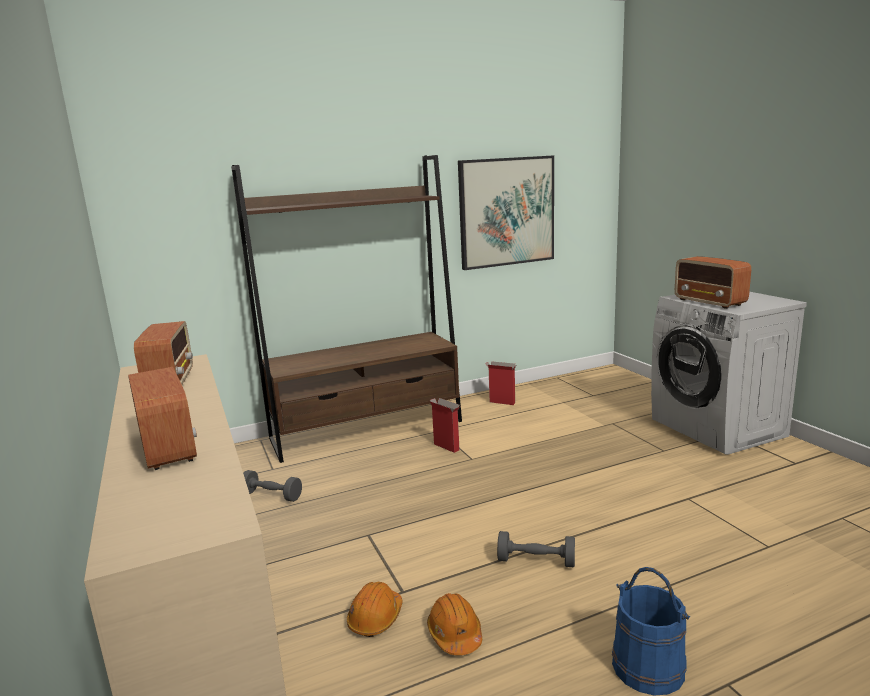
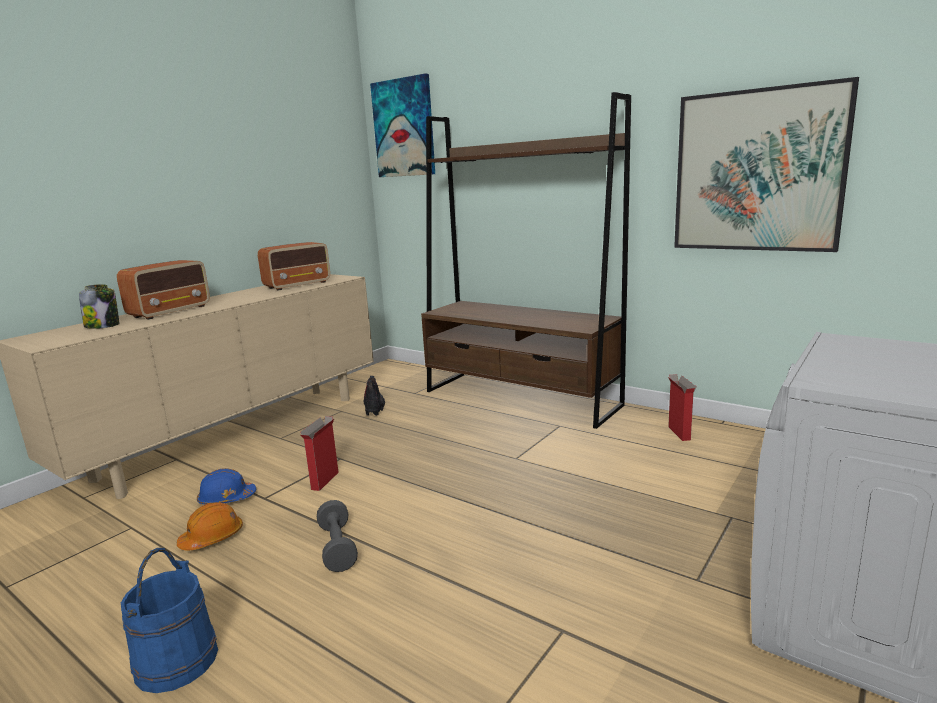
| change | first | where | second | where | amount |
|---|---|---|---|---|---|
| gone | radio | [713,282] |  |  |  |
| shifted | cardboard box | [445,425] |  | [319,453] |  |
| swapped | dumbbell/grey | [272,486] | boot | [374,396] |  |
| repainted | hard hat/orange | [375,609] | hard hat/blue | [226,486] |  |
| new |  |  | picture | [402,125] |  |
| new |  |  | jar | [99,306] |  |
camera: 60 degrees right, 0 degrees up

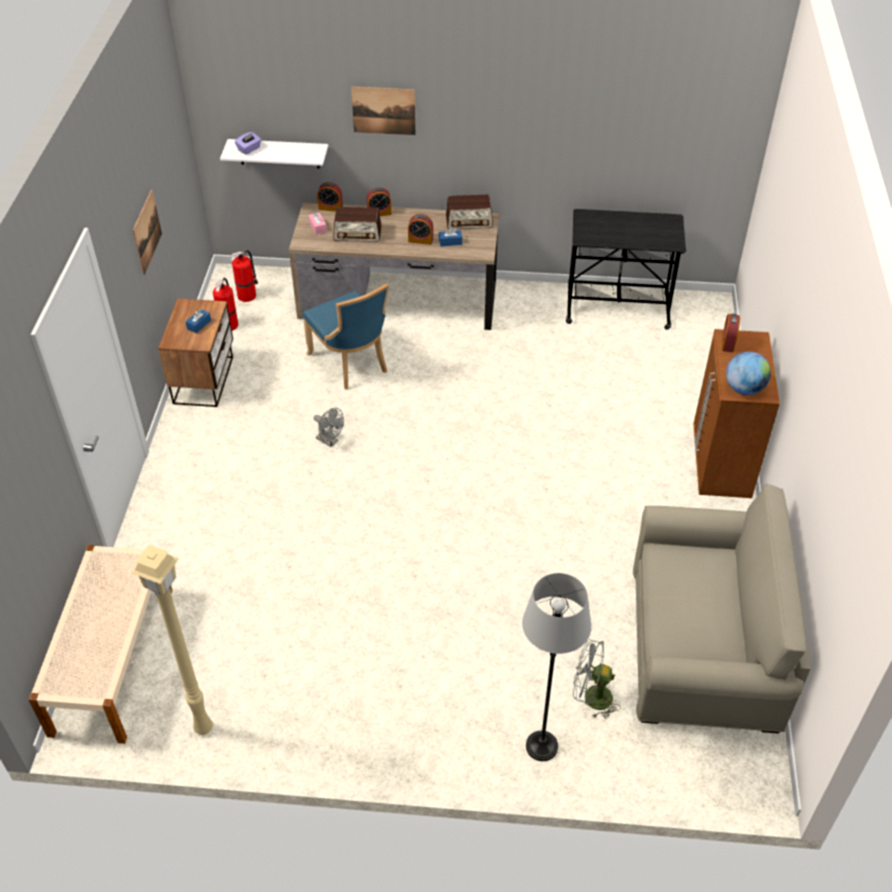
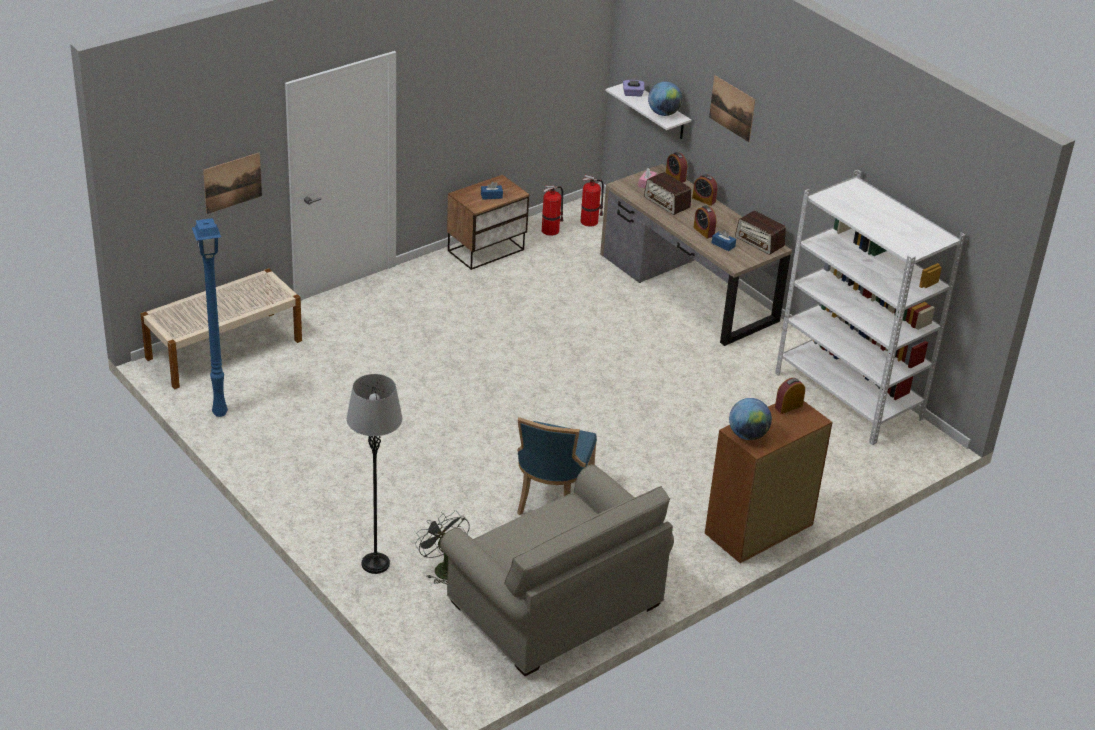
| change | first | where | second | where | amount |
|---|---|---|---|---|---|
| shifted | picture | [147,232] |  | [232,183] |  |
| swapped | desk/black | [626,269] | bookcase/white | [870,307] |  |
| shifted | chair/blue | [346,336] |  | [557,466] |  |
| gone | fan/grey | [329,427] |  |  |  |
| repainted | floor lamp/beige | [172,640] | floor lamp/blue | [210,317] |  |
| new |  |  | globe | [665,98] |  |
camera: 45 degrees right, 10 degrees down

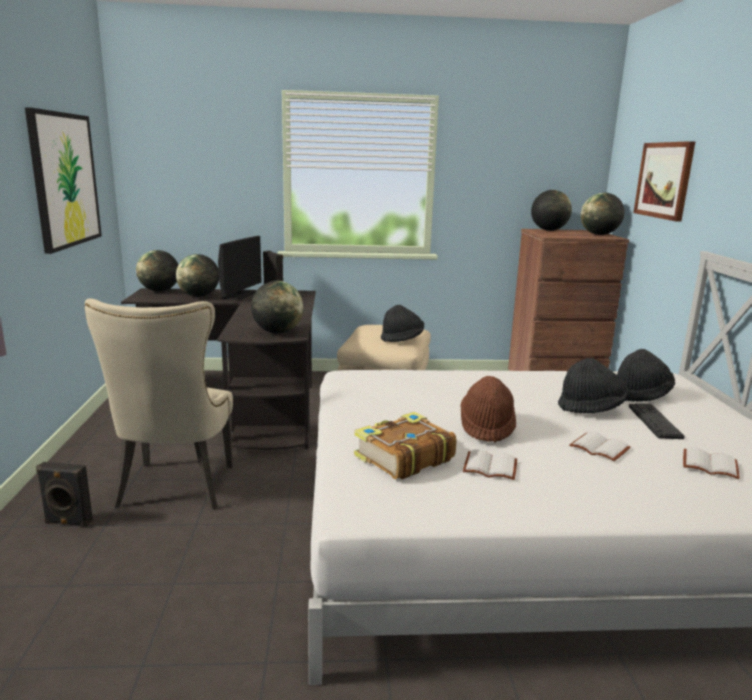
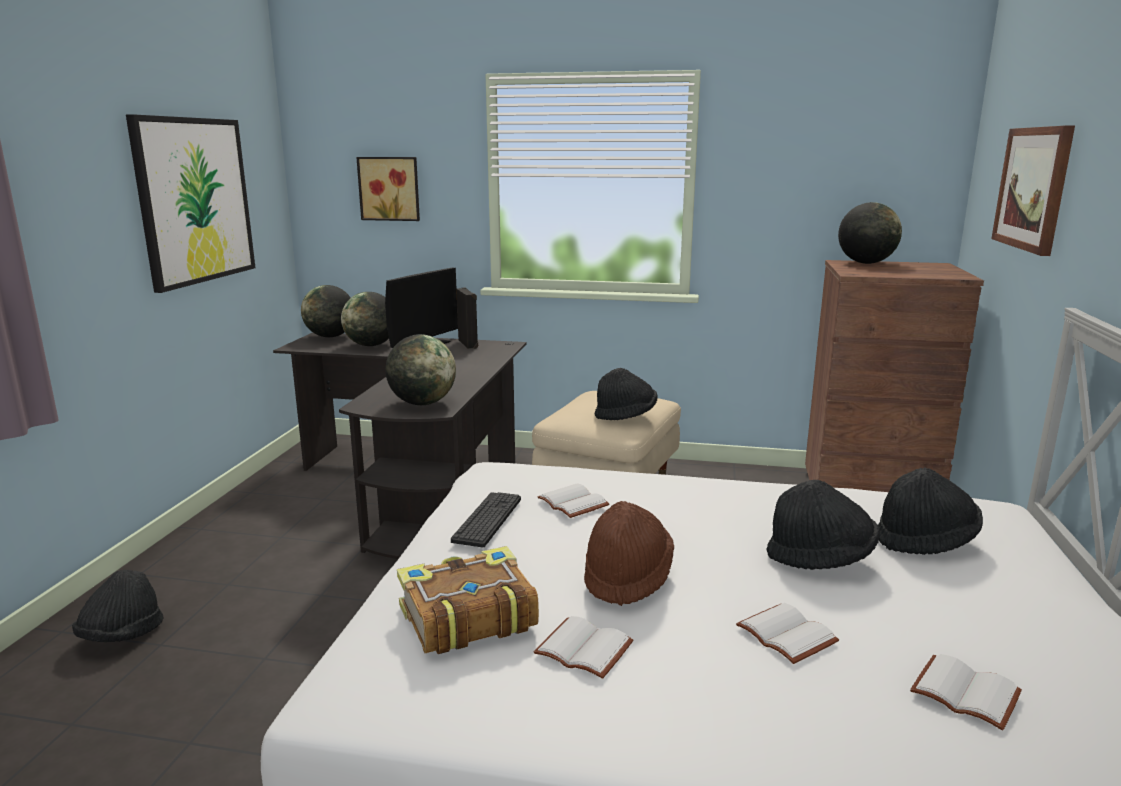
| change | first | where | second | where | amount |
|---|---|---|---|---|---|
| gone | globe | [602,214] |  |  |  |
| gone | chair/beige | [159,404] |  |  |  |
| shifted | keyboard | [657,421] |  | [486,519] |  |
| swapped | speaker/black | [64,494] | hat/black | [117,606] |  |
| new |  |  | picture | [388,189] |  |
| new |  |  | book/white | [573,500] |  |
camera: 15 degrees right, 0 degrees up

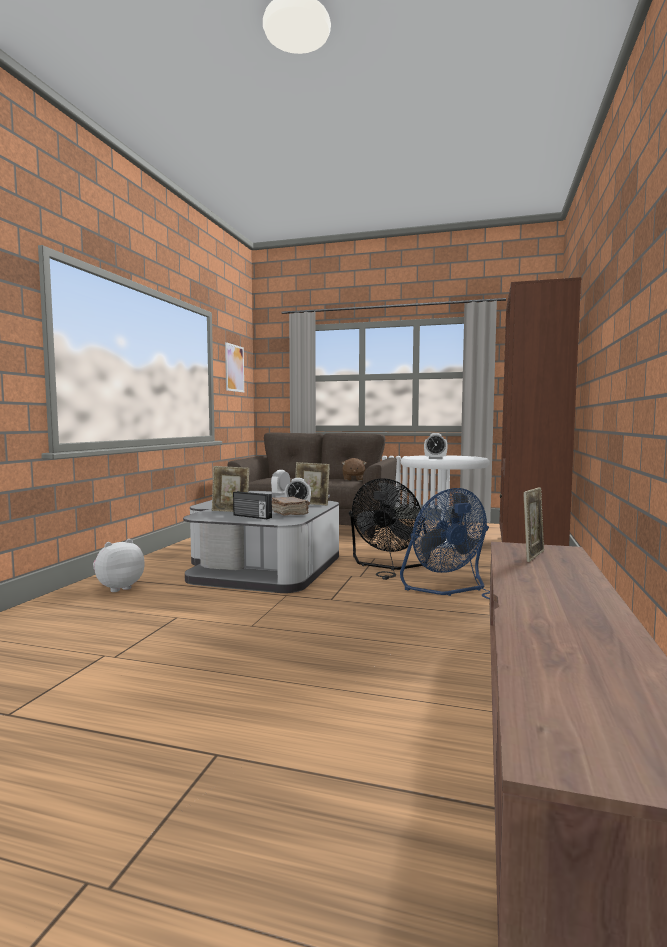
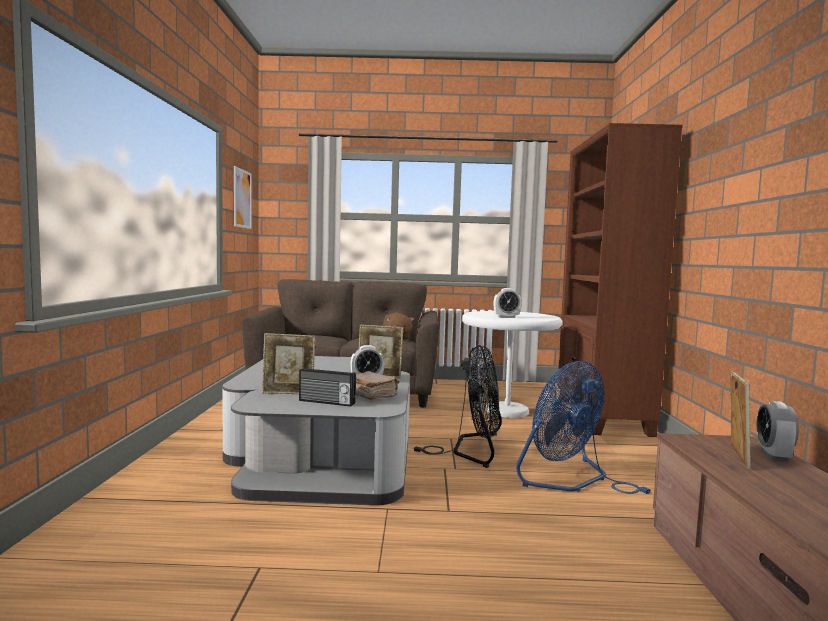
| change | first | where | second | where | amount |
|---|---|---|---|---|---|
| shifted | alarm clock | [280,483] |  | [777,431] |  |
| rotated | fan/black | [390,529] |  | [458,406] | 90 degrees clockwise |
| gone | plush toy | [118,565] |  |  |  |
camera: 15 degrees left, 0 degrees up

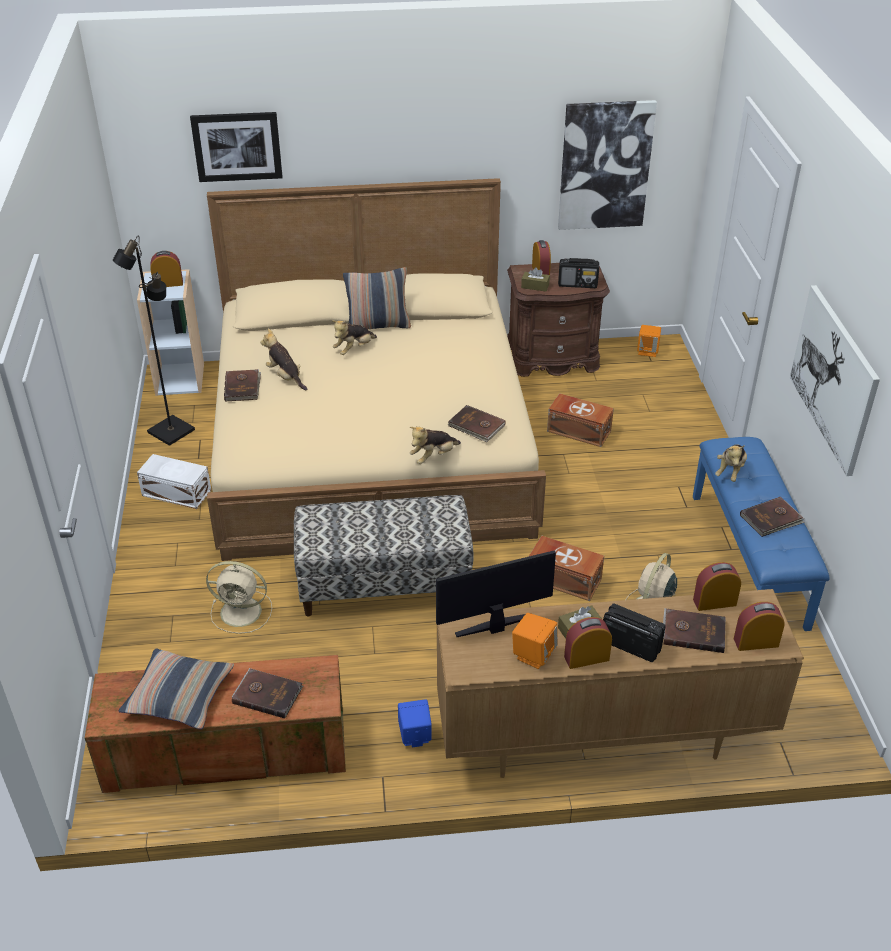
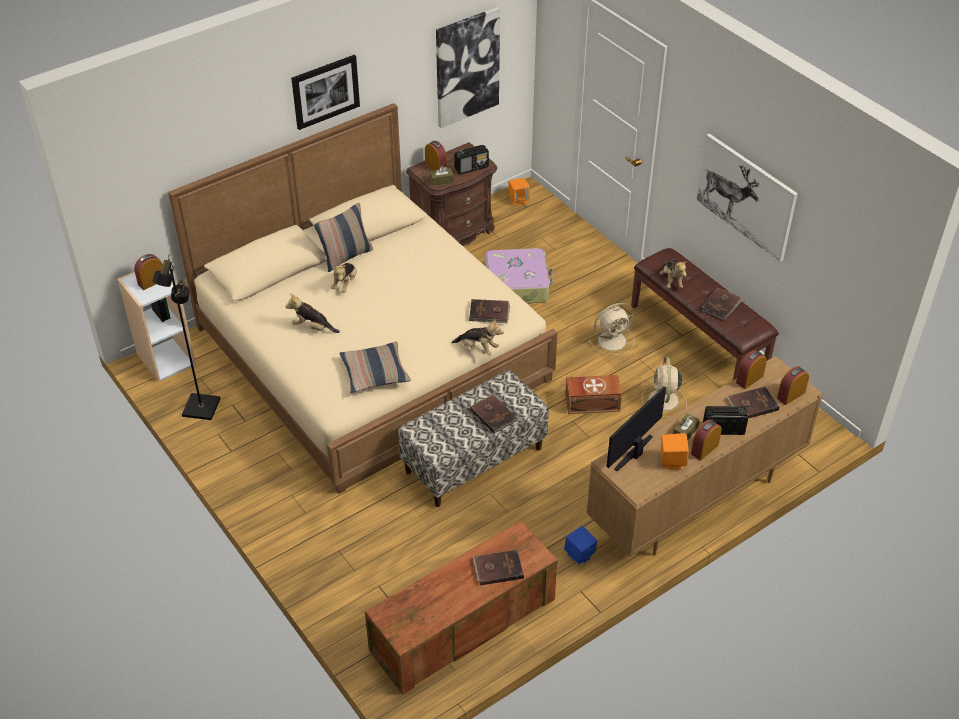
| change | first | where | second | where | amount |
|---|---|---|---|---|---|
| shifted | picture | [236,147] |  | [325,92] |  |
| shifted | book/brown | [242,385] |  | [493,414] |  |
| swapped | storage box/brown | [580,420] | suitcase | [519,275] |  |
| rotated | plush toy | [435,445] |  | [477,337] | 90 degrees counterclockwise |
| repainted | bench/blue | [761,534] | bench/brown | [705,314] |  |
| gone | storage box/white | [174,481] |  |  |  |
| shifted | fan/beige | [239,597] |  | [611,329] |  |
| shifted | pillow | [176,688] |  | [375,367] |  |
camera: 30 degrees left, 5 degrees up

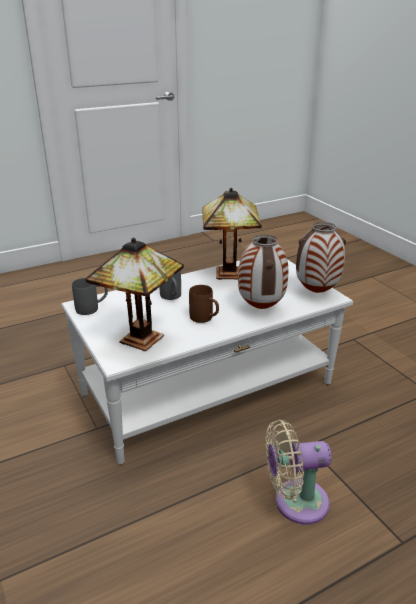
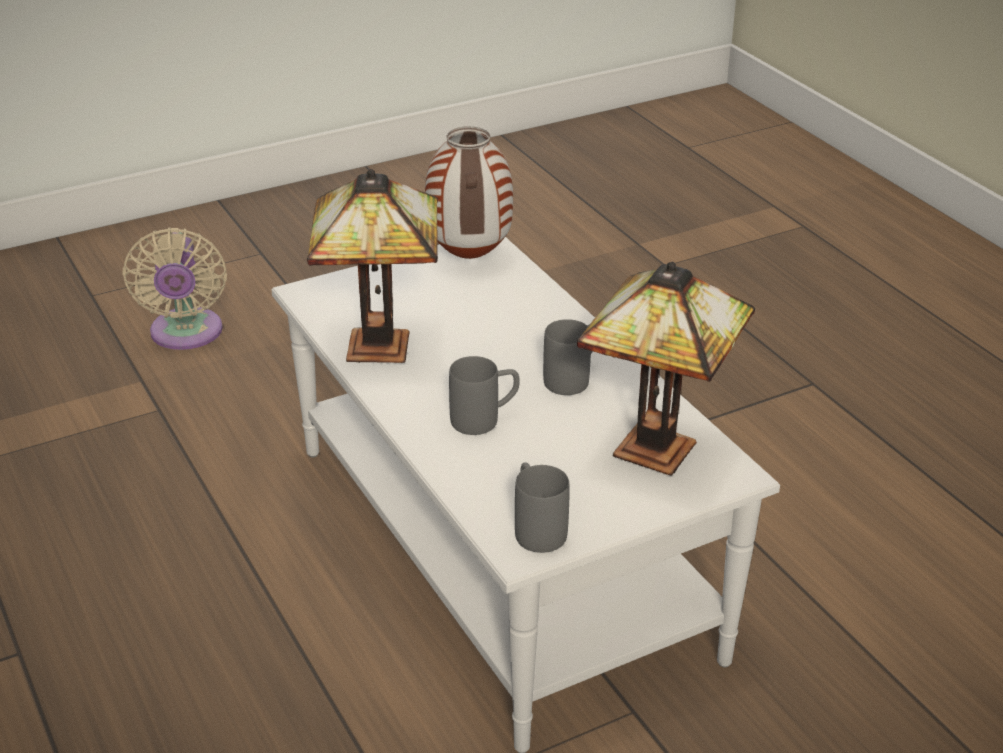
| change | first | where | second | where | amount |
|---|---|---|---|---|---|
| gone | vase | [263,272] |  |  |  |
| repainted | mug/brown | [204,304] | mug/grey | [568,357] |  |
| shifted | fan/beige | [299,472] |  | [175,289] |  |
camera: 90 degrees left, 5 degrees up

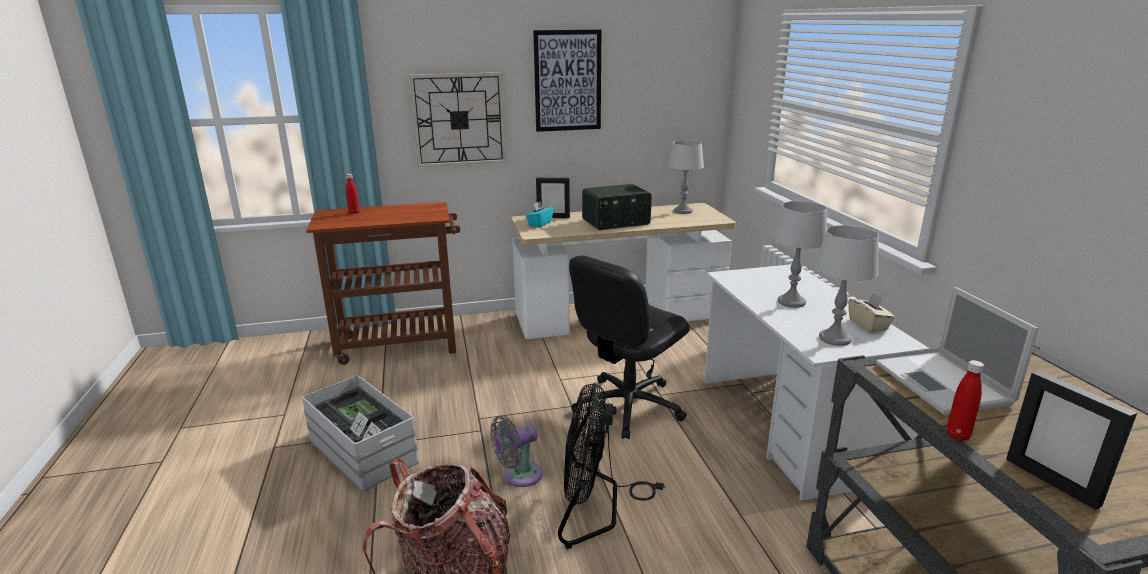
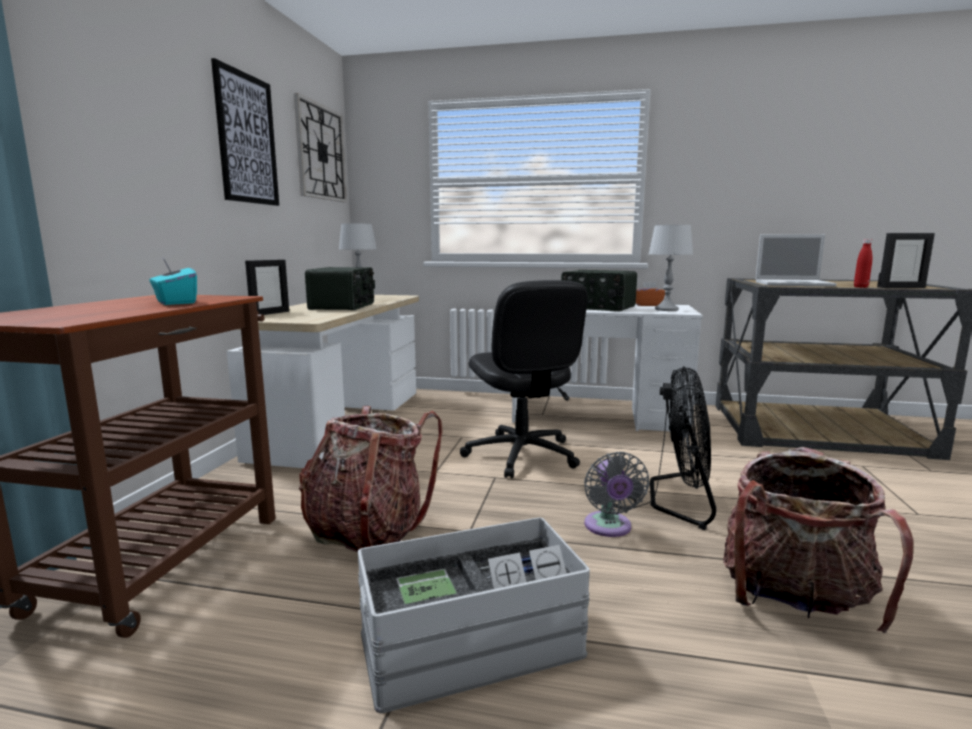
| change | first | where | second | where | amount |
|---|---|---|---|---|---|
| shifted | wall clock | [457,120] |  | [320,147] |  |
| gone | bottle/red | [352,194] |  |  |  |
| shifted | tissue box/turquoise | [540,214] |  | [173,282] |  |
| swapped | table lamp/grey | [800,254] | radio | [599,290] |  |
| repainted | tissue box/beige | [871,312] | tissue box/orange | [651,294] |  |
| rotated | fan/black | [612,466] |  | [665,448] | 105 degrees counterclockwise |
| new |  |  | backpack | [371,479] |  |
camera: 65 degrees left, 10 degrees down

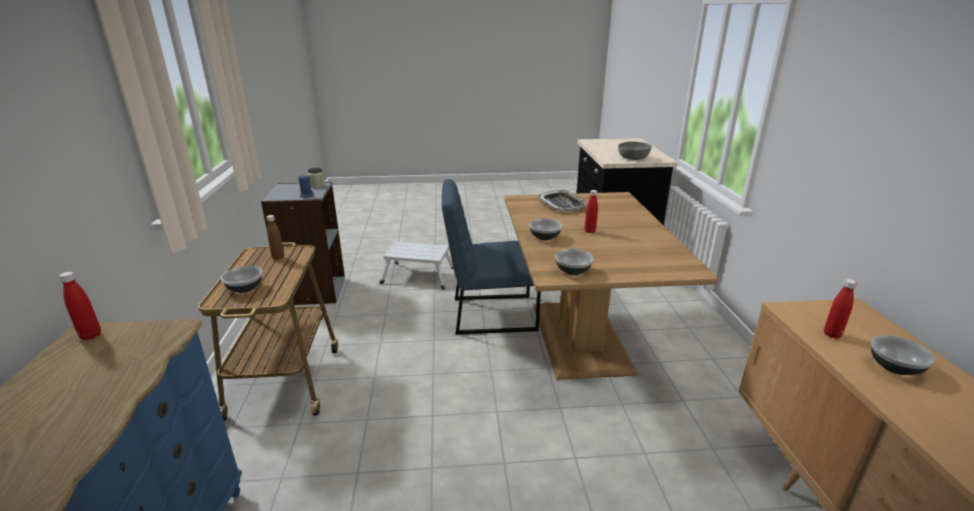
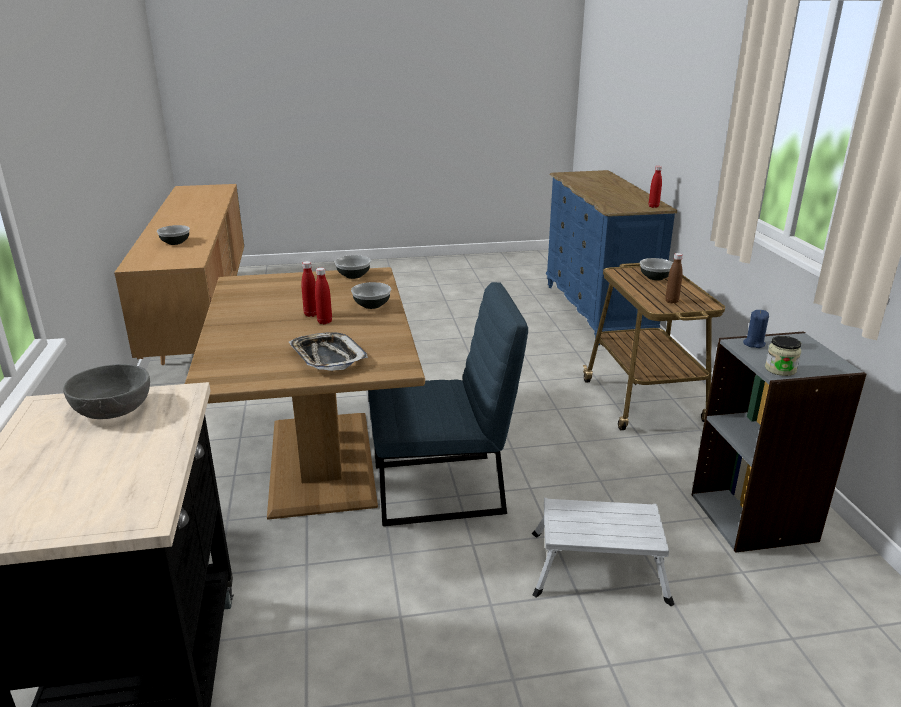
| change | first | where | second | where | amount |
|---|---|---|---|---|---|
| shifted | bottle/red | [840,309] |  | [323,296] |  |
camera: 175 degrees right, 0 degrees up

